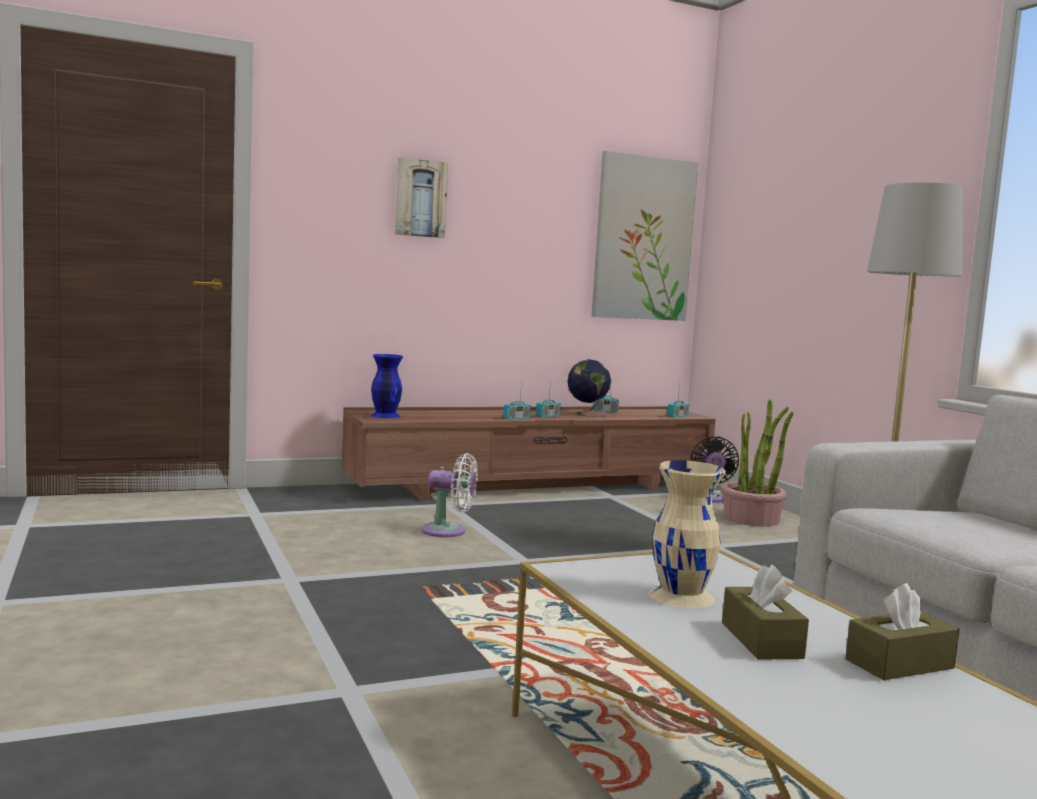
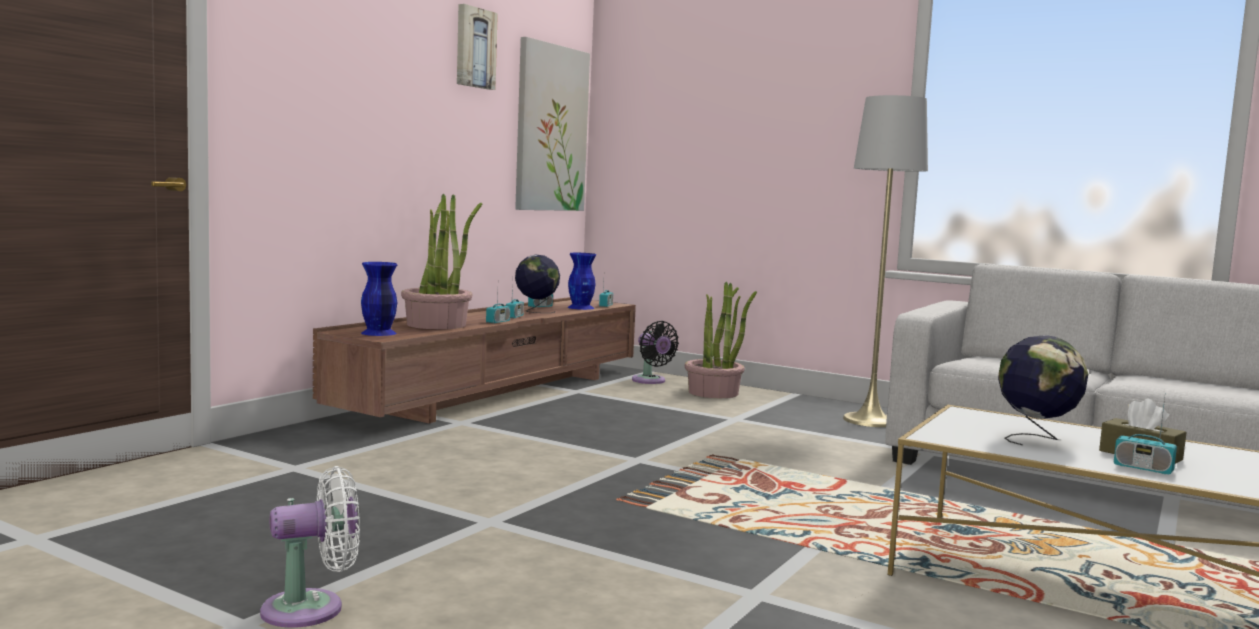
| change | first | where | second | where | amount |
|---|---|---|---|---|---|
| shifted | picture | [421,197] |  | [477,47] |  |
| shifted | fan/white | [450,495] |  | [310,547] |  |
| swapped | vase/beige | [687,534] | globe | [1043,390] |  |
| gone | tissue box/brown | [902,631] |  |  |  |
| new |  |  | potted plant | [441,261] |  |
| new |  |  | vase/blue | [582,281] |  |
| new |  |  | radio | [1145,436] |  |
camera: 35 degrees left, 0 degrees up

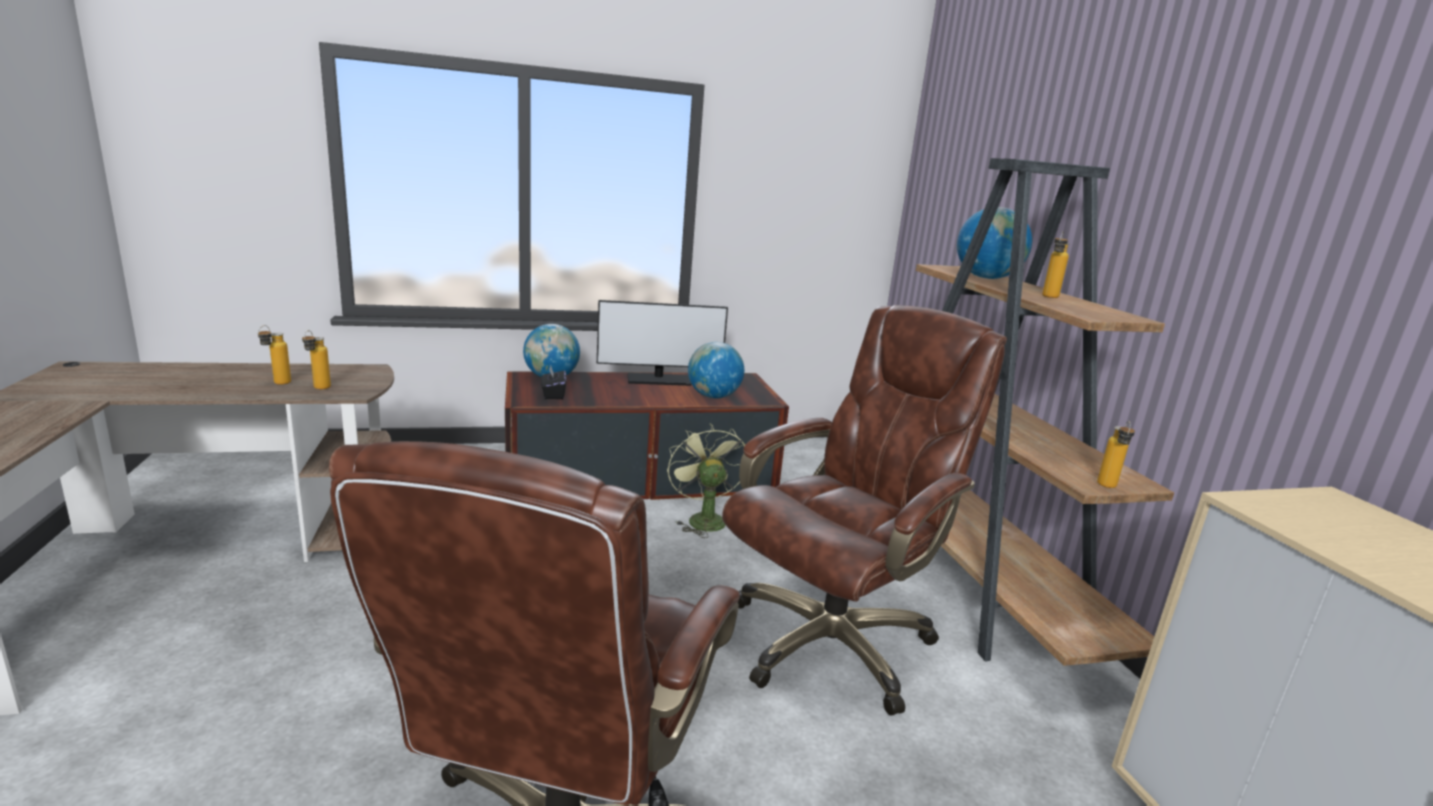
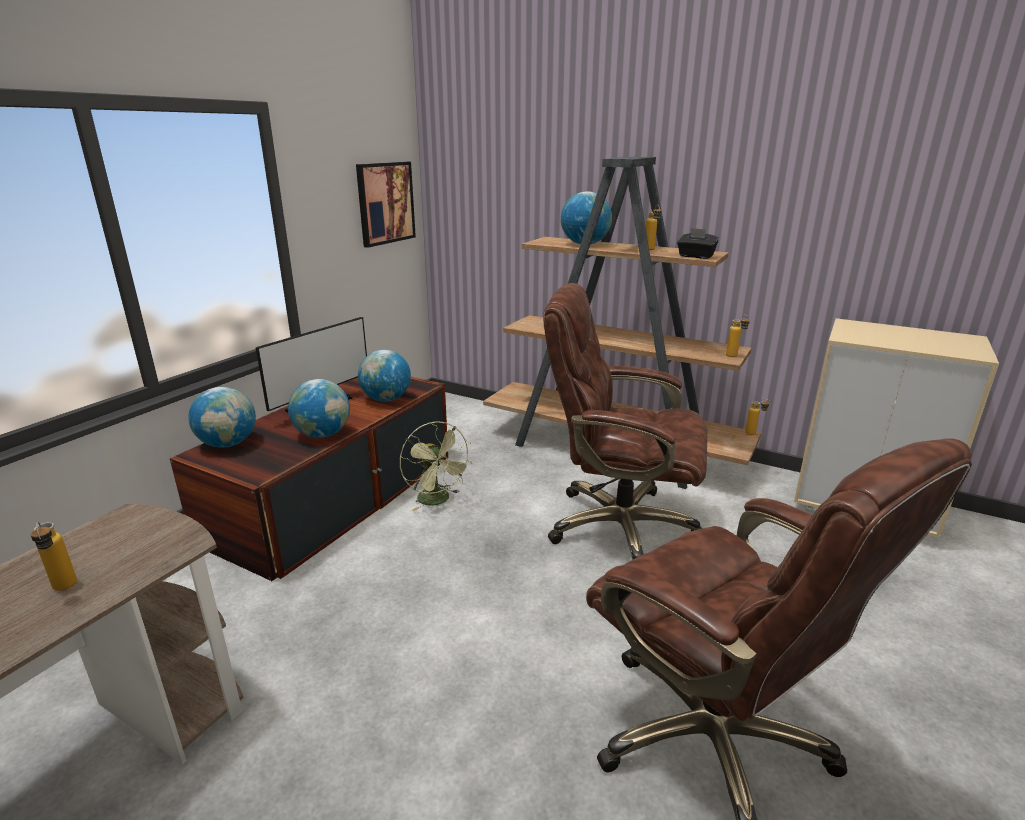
| change | first | where | second | where | amount |
|---|---|---|---|---|---|
| rotated | office chair/brown | [864,510] |  | [625,421] | 75 degrees counterclockwise |
| shifted | bottle | [316,359] |  | [757,416] |  |
| shifted | tissue box/black | [553,382] |  | [698,243] |  |
| rotated | fan/green | [706,480] |  | [436,466] | 150 degrees counterclockwise |
| new |  |  | picture | [386,205] |  |
| new |  |  | globe | [319,408] |  |
camera: 45 degrees left, 5 degrees up

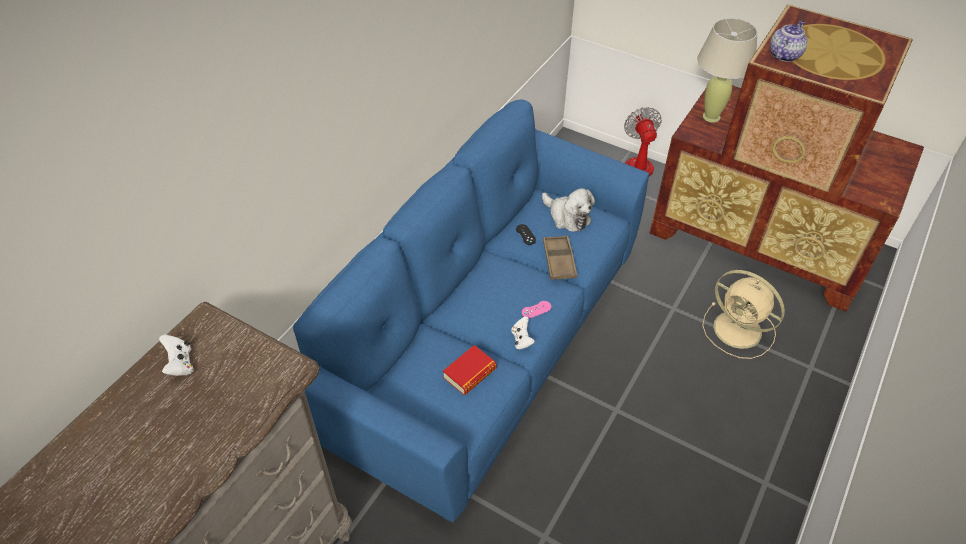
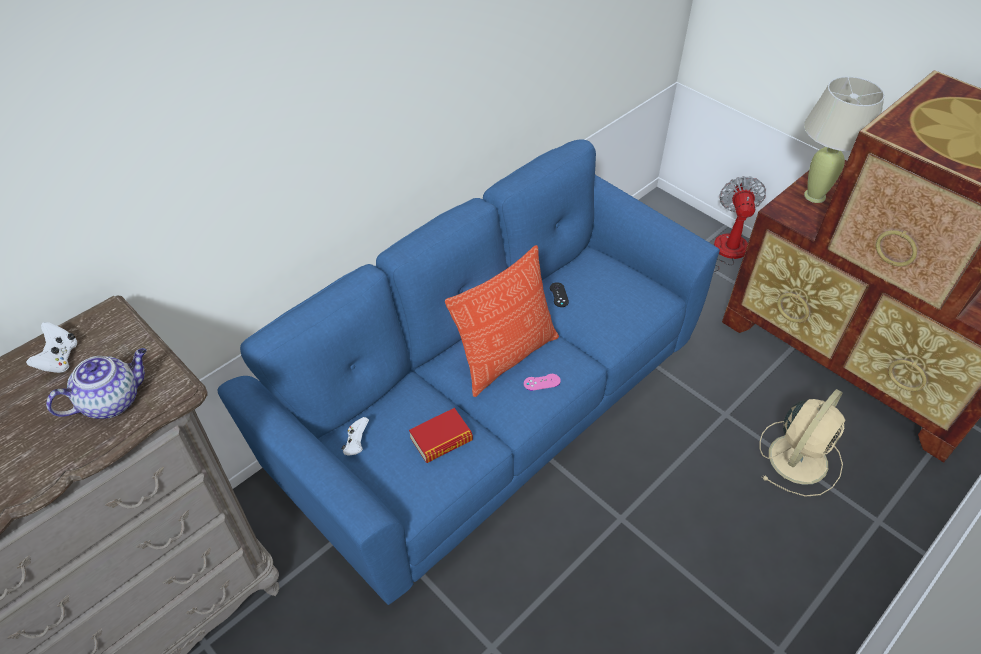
| change | first | where | second | where | amount |
|---|---|---|---|---|---|
| shifted | teapot | [789,41] |  | [96,383] |  |
| gone | plush toy | [568,210] |  |  |  |
| gone | tray/brown | [560,257] |  |  |  |
| rotated | fan/beige | [743,314] |  | [802,443] | 105 degrees counterclockwise |
| shifted | game controller/white | [523,333] |  | [355,436] |  |
| new |  |  | pillow/orange | [502,321] |  |
camera: 15 degrees right, 0 degrees up

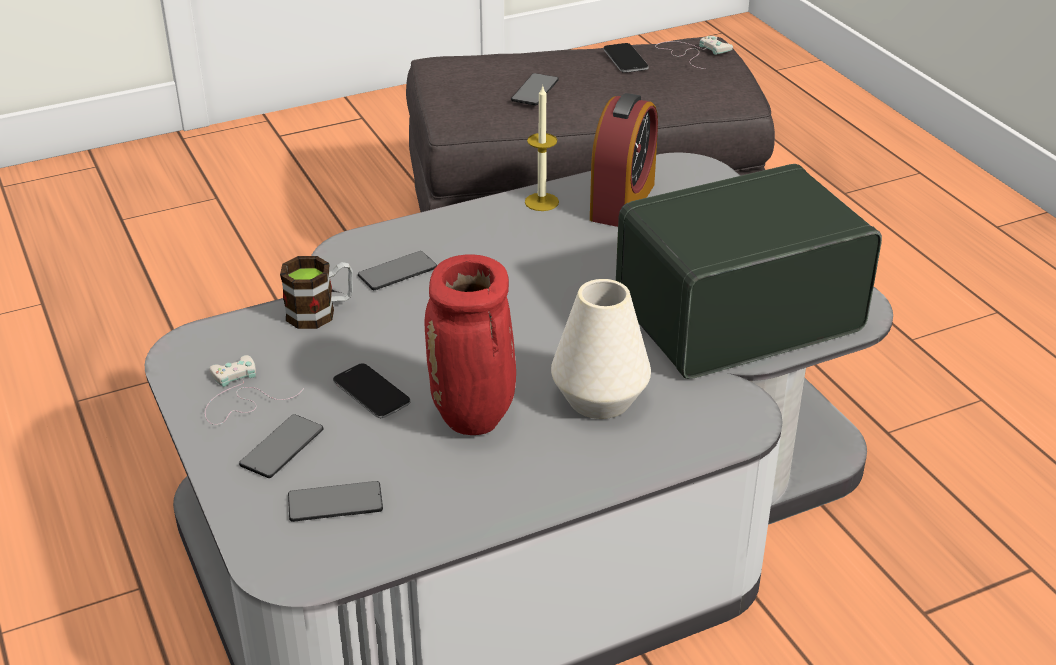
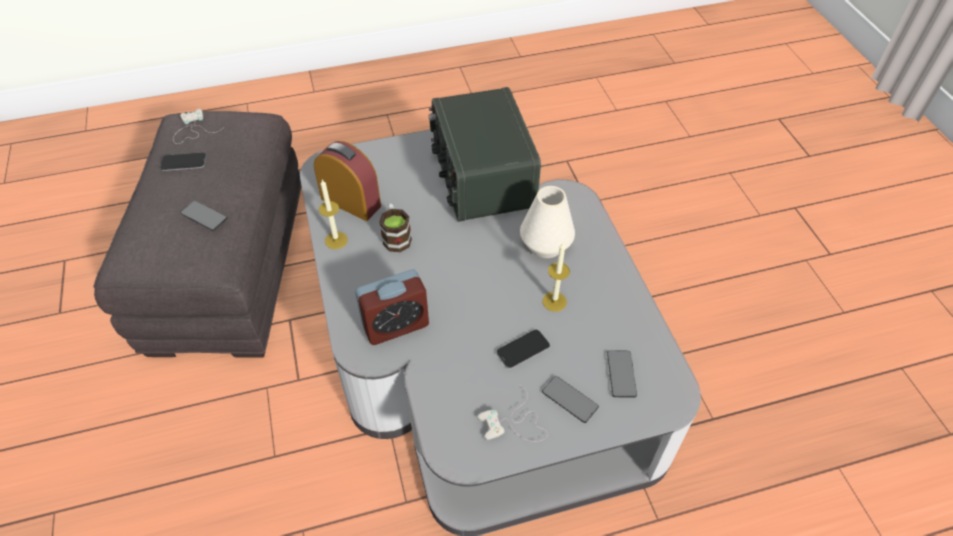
| change | first | where | second | where | amount |
|---|---|---|---|---|---|
| swapped | phone | [397,270] | alarm clock | [392,307] |  |
| swapped | vase/red | [470,344] | candle | [556,277] |  |
| shifted | mug | [316,292] |  | [395,227] |  |
camera: 80 degrees left, 15 degrees up

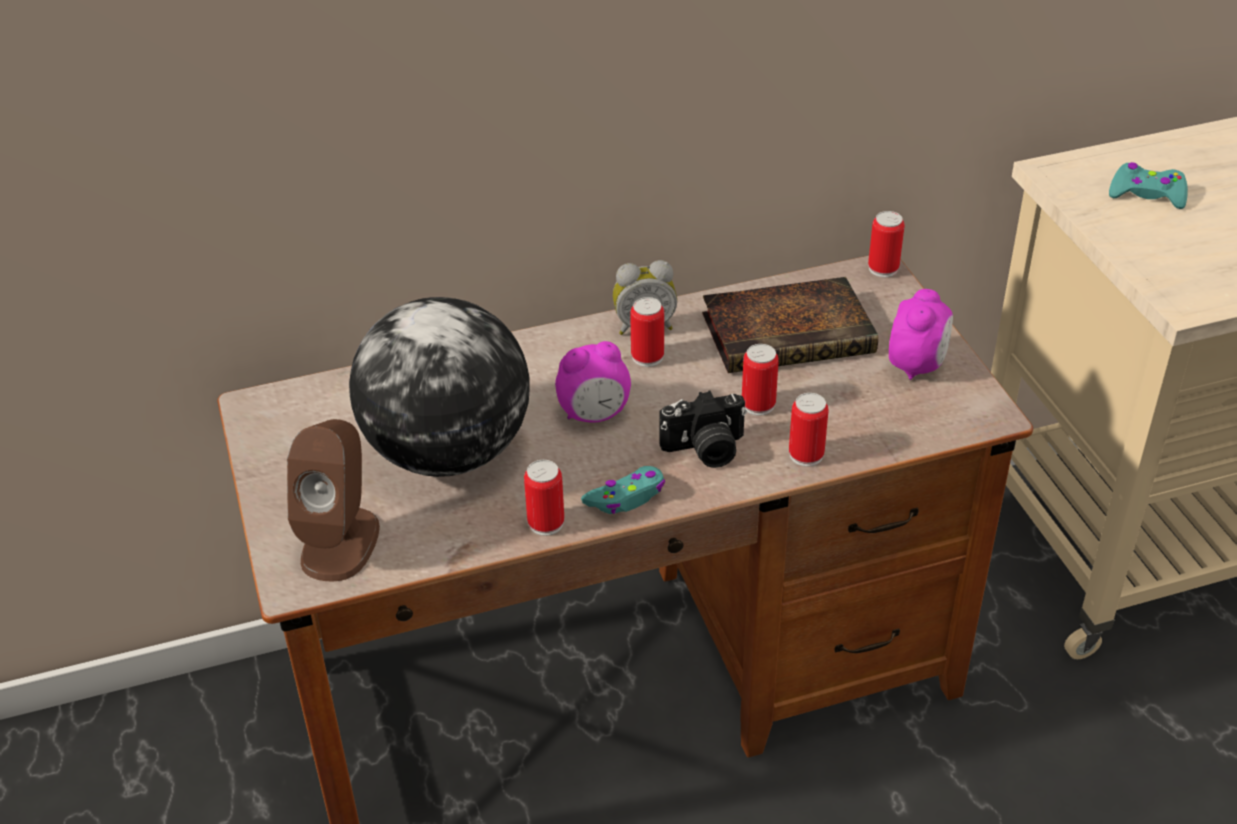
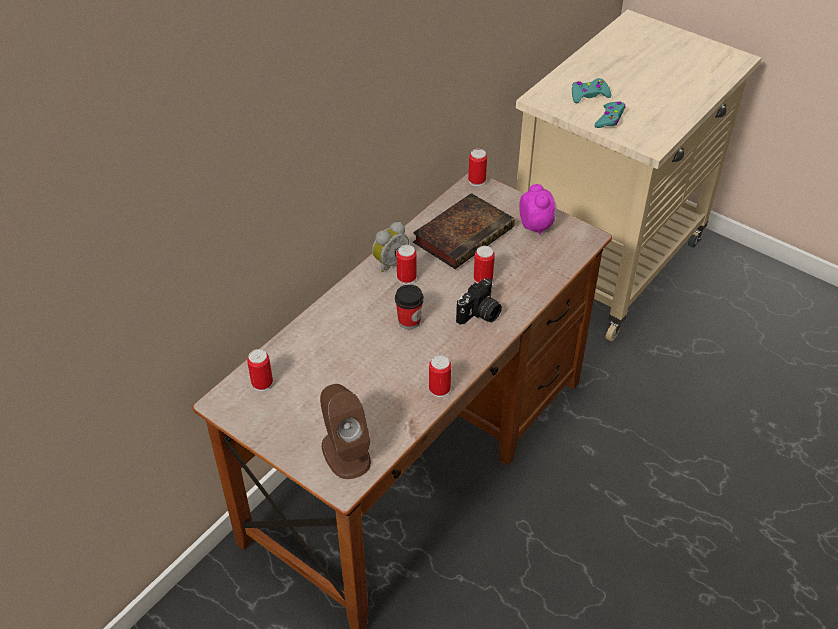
| change | first | where | second | where | amount |
|---|---|---|---|---|---|
| gone | globe | [439,387] |  |  |  |
| swapped | alarm clock | [593,382] | cup | [409,306] |  |
| shifted | can | [809,430] |  | [260,370] |  |
| shifted | game controller/turquoise | [623,490] |  | [609,114] |  |
camera: 35 degrees left, 5 degrees up

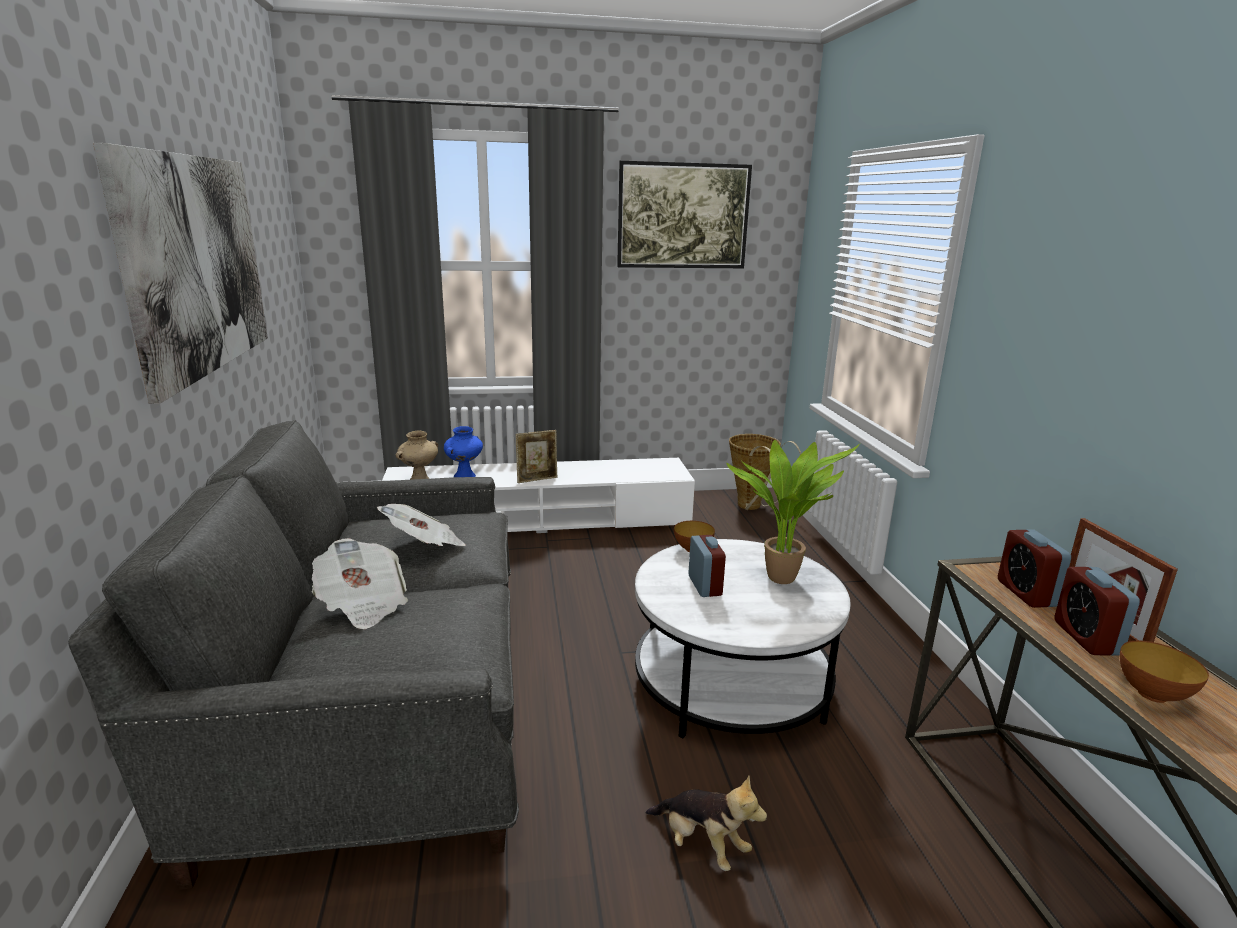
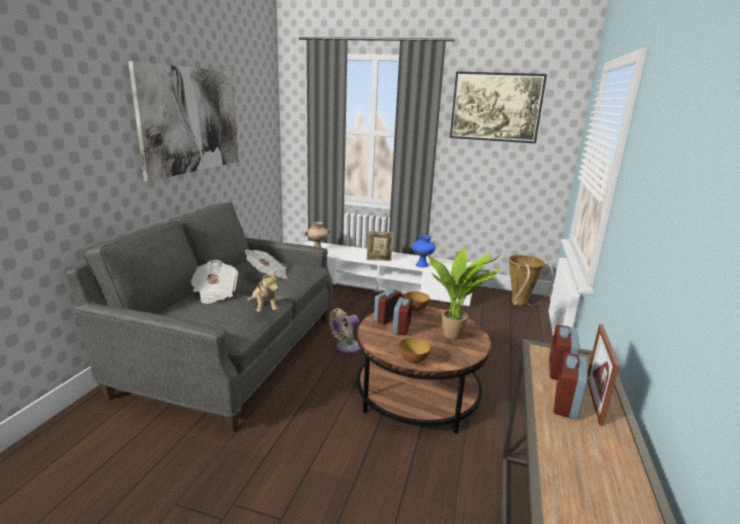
| change | first | where | second | where | amount |
|---|---|---|---|---|---|
| shifted | vase/blue | [463,451] |  | [424,251] |  |
| repainted | coffee table/white | [743,638] | coffee table/brown | [424,370] |  |
| shifted | bowl | [1164,671] |  | [415,351] |  |
| shifted | plush toy | [706,823] |  | [263,291] |  |
| new |  |  | alarm clock | [388,307] |  |
| new |  |  | fan/beige | [344,330] |  |
camera: 25 degrees right, 0 degrees up

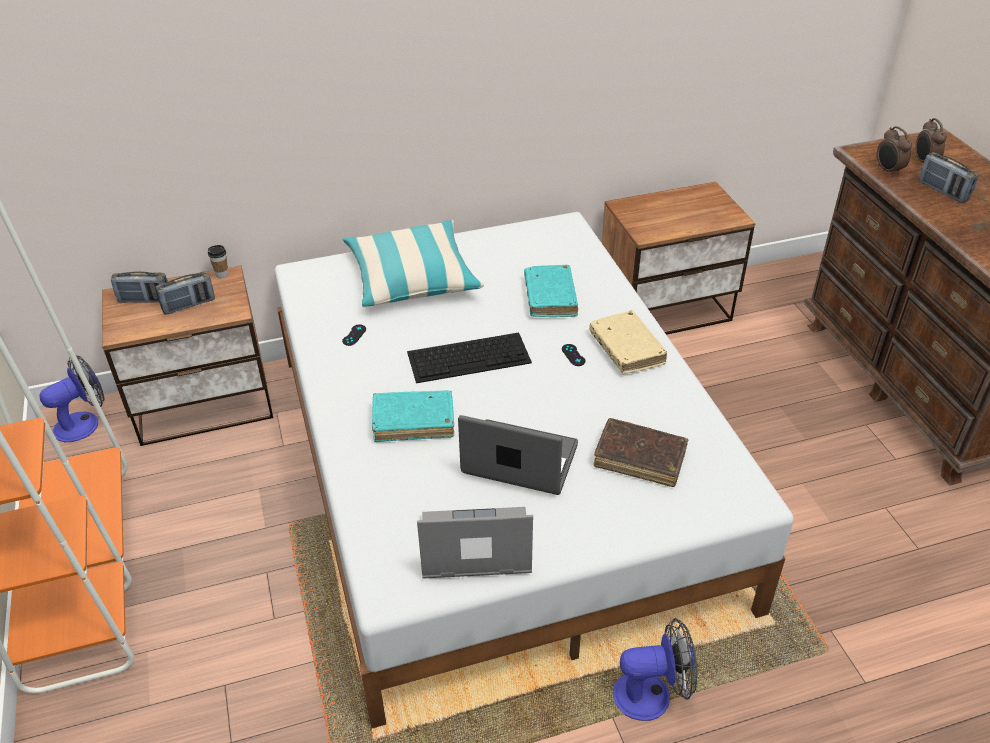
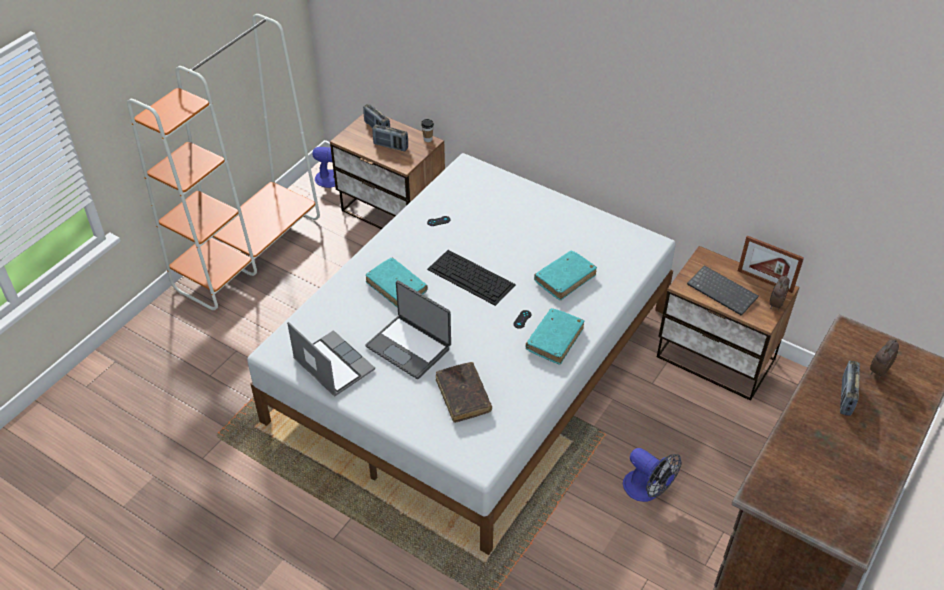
| change | first | where | second | where | amount |
|---|---|---|---|---|---|
| shifted | alarm clock | [894,151] |  | [780,292] |  |
| gone | pillow | [413,263] |  |  |  |
| repainted | book/beige | [628,342] | book/turquoise | [555,336] |  |
| rotated | laptop | [518,455] |  | [408,329] | 150 degrees clockwise |
| shifted | fan | [655,669] |  | [652,475] |  |
| new |  |  | picture frame | [771,264] |  |
| new |  |  | keyboard | [722,290] |  |
camera: 50 degrees right, 5 degrees up

